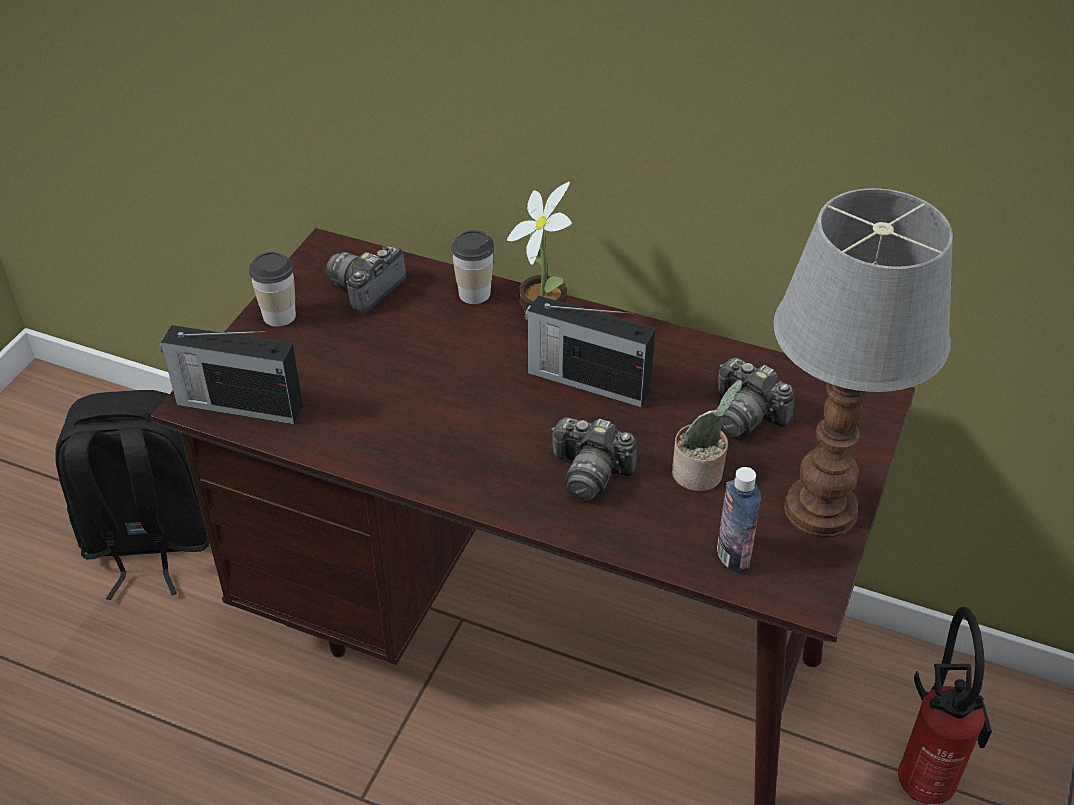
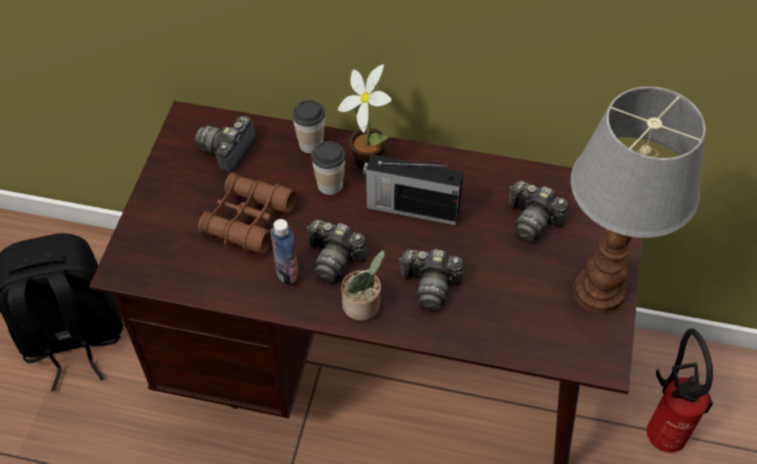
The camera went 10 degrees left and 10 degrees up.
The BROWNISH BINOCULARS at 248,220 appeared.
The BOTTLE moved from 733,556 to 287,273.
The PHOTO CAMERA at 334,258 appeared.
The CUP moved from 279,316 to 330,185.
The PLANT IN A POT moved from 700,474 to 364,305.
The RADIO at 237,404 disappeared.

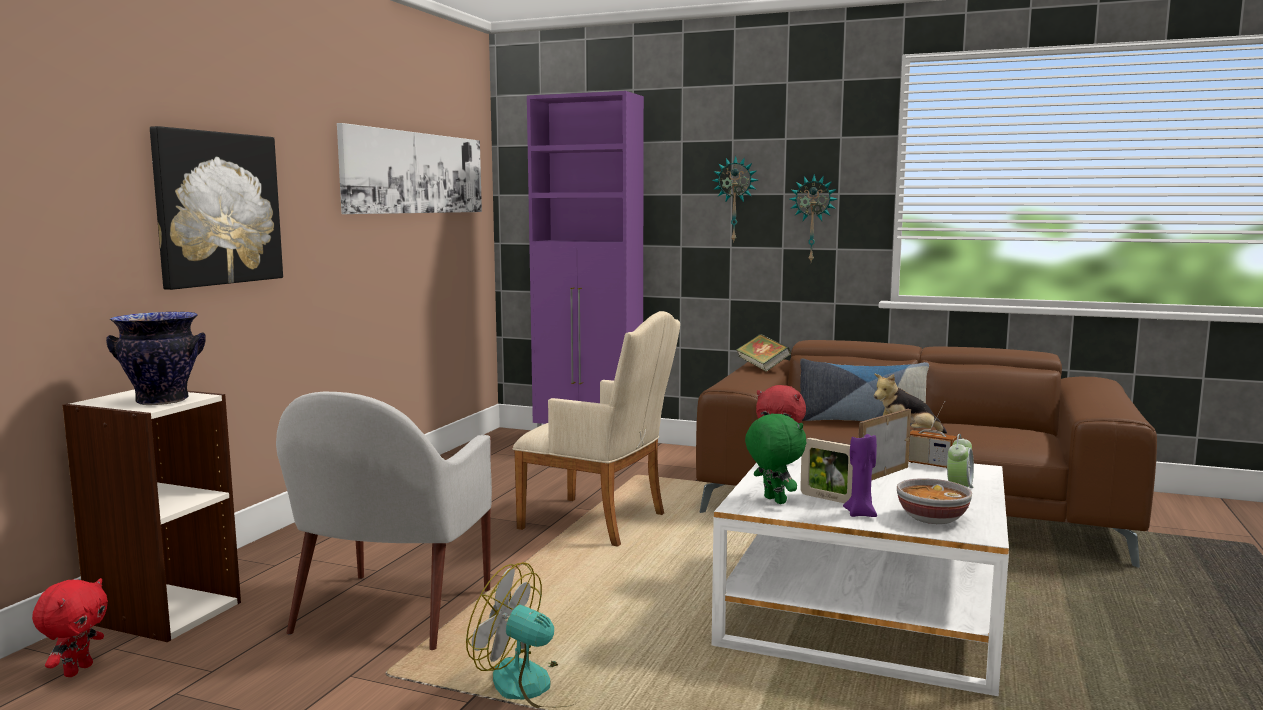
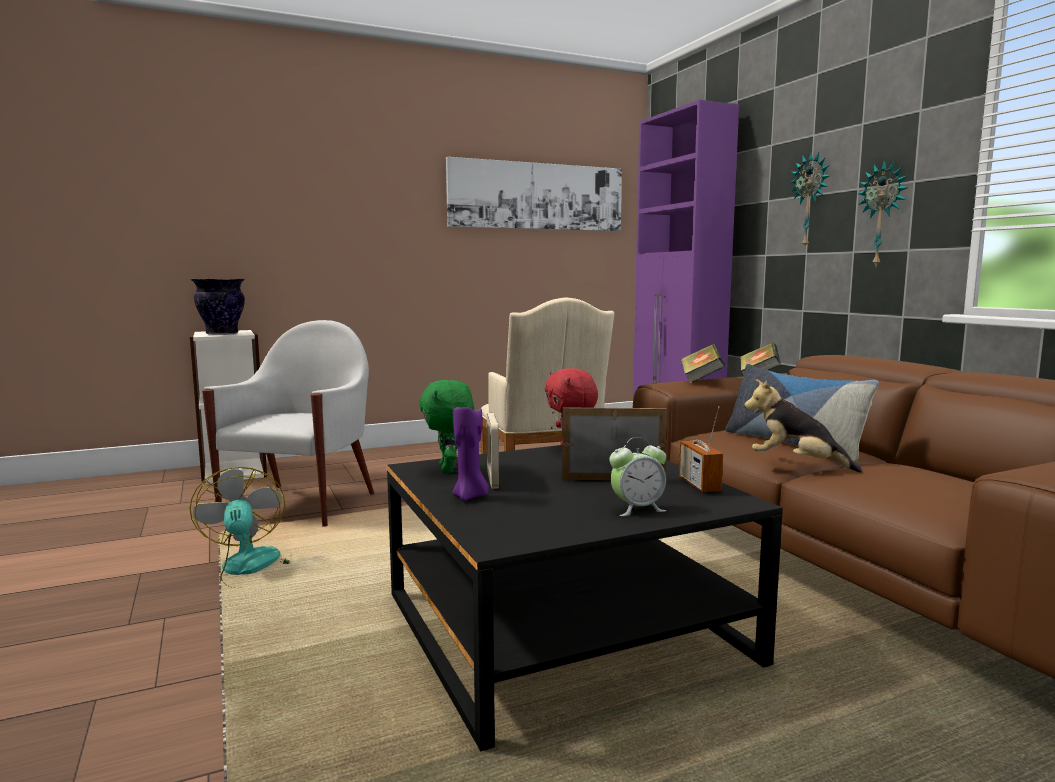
The camera went 45 degrees right and 0 degrees up.
The WHITE ARMCHAIR at 390,613 turned 135 degrees clockwise.
The WHITE COFFEE TABLE at 863,613 became the BLACK COFFEE TABLE at 563,628.
The GREEN-COLOURED SOFT TOY at 773,500 turned 150 degrees clockwise.
The BOOK at 701,380 appeared.
The RED-COLOURED SOFT TOY at 77,670 disappeared.
The WALL PICTURE at 217,208 disappeared.
The BOWL at 931,518 disappeared.

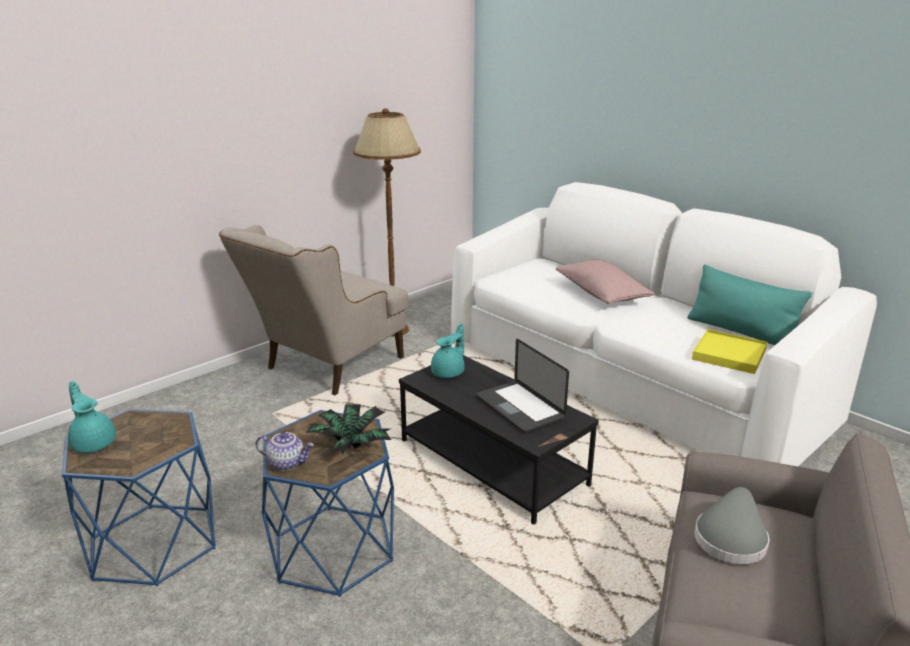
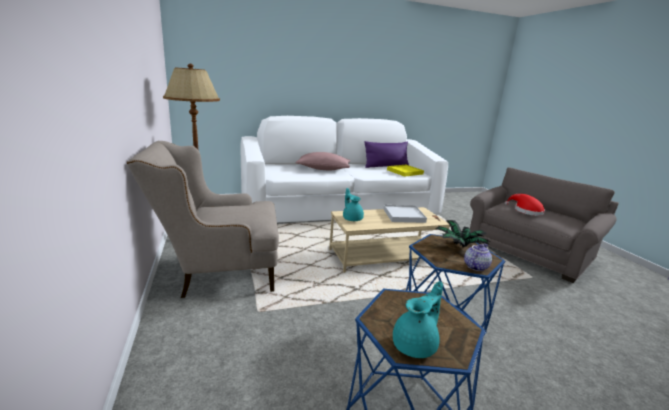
The camera went 65 degrees left and 5 degrees down.
The BEIGE-COLOURED ARMCHAIR at 326,368 turned 105 degrees clockwise.
The BLACK COFFEE TABLE at 493,462 became the BEIGE-COLOURED COFFEE TABLE at 385,256.
The TURQUOISE THROW PILLOW at 741,332 became the PURPLE-COLOURED THROW PILLOW at 386,166.
The NOTEBOOK COMPUTER at 519,408 was replaced by the WHITE TRAY at 404,215.
The TURQUOISE TEAPOT at 94,443 turned 150 degrees clockwise.
The GREY HAT at 730,537 became the RED-COLOURED HAT at 526,211.

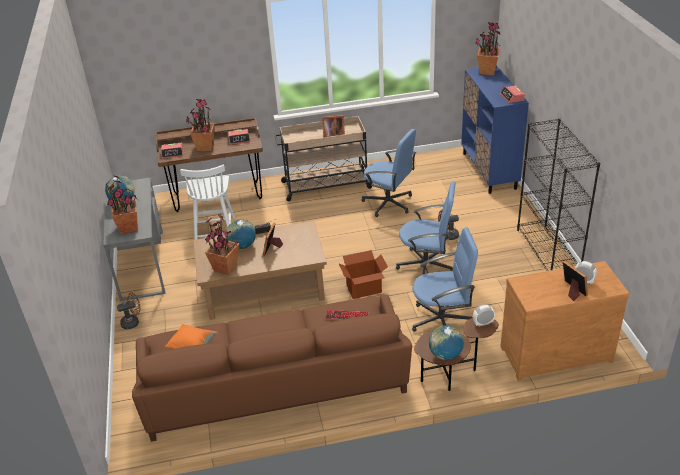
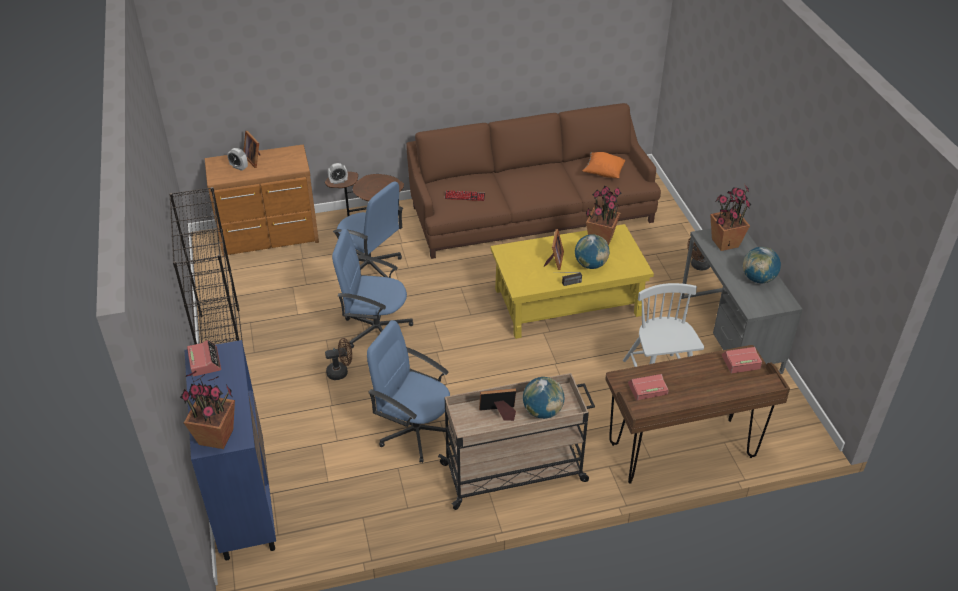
The camera went 175 degrees right and 5 degrees up.
The BLUE-COLOURED COMPUTER CHAIR at 442,320 turned 135 degrees counterclockwise.
The BROWNISH COFFEE TABLE at 263,289 became the YELLOWISH COFFEE TABLE at 567,301.
The DESK GLOBE moved from 445,355 to 542,411.
The PLANT IN A POT at 205,147 disappeared.
The CARTON at 364,289 disappeared.

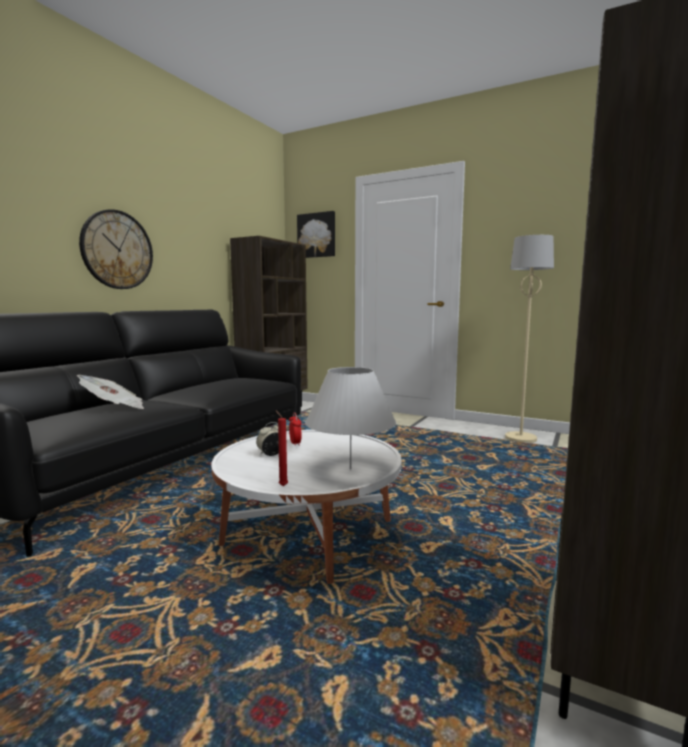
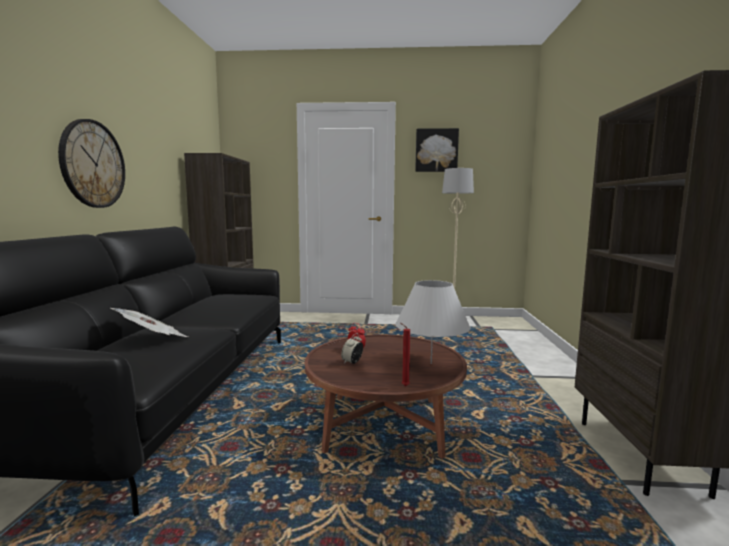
The camera went 25 degrees left and 0 degrees up.
The WHITE COFFEE TABLE at 309,533 became the BROWNISH COFFEE TABLE at 384,425.
The WALL PICTURE moved from 317,235 to 436,150.

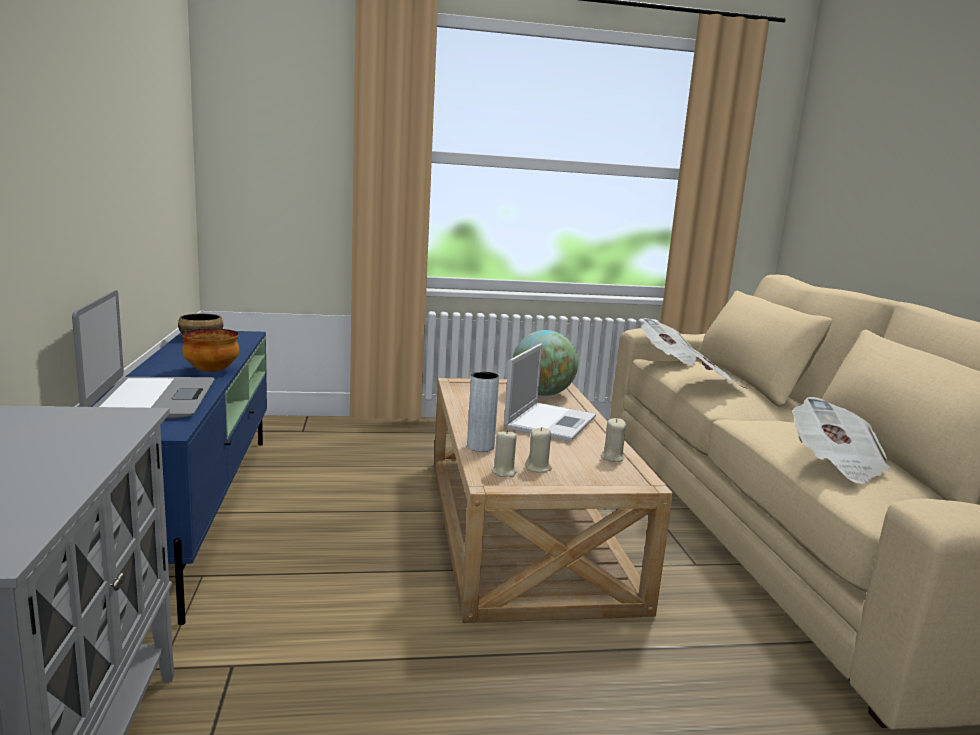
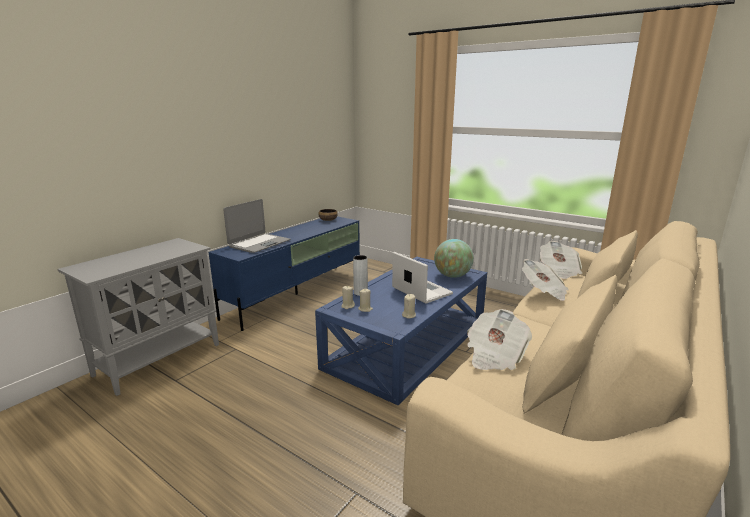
The camera went 45 degrees right and 5 degrees up.
The BEIGE-COLOURED COFFEE TABLE at 525,526 became the BLUE-COLOURED COFFEE TABLE at 409,344.
The NOTEBOOK COMPUTER at 551,421 turned 105 degrees counterclockwise.
The BOWL at 212,371 disappeared.

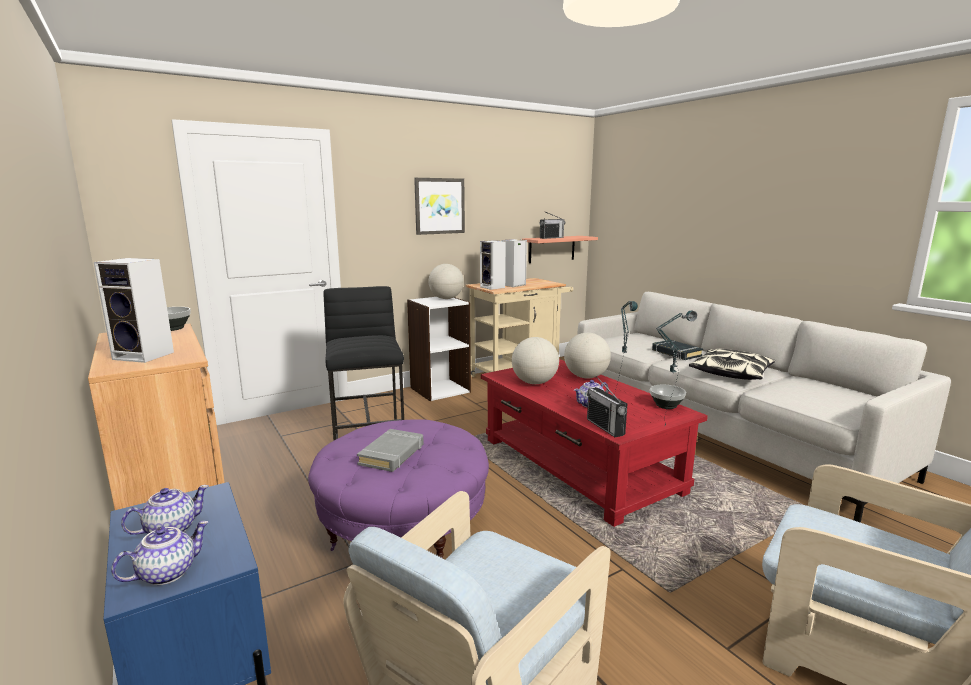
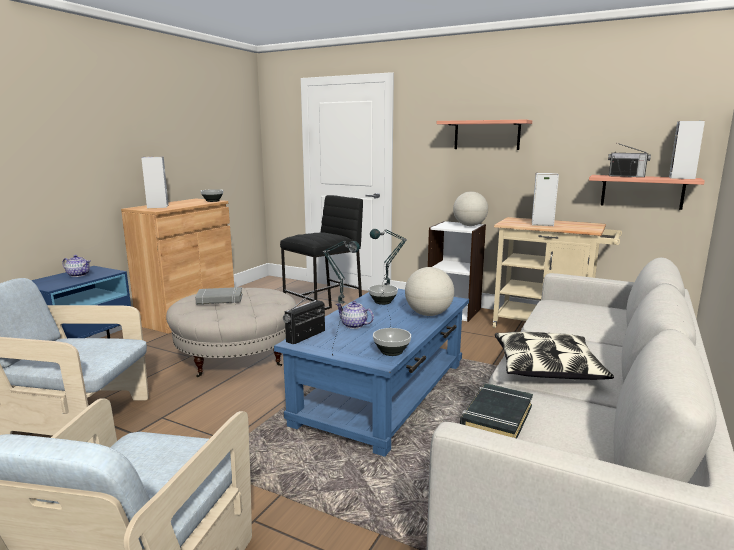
The camera went 60 degrees right and 0 degrees up.
The PURPLE-COLOURED FOOTREST at 403,524 became the BEIGE-COLOURED FOOTREST at 236,356.
The RED-COLOURED COFFEE TABLE at 579,465 became the BLUE-COLOURED COFFEE TABLE at 383,393.
The DESK GLOBE at 534,383 was replaced by the BOWL at 383,302.
The WALL PICTURE at 439,206 was replaced by the SHELF at 486,135.
The BLACK BOOK moved from 676,353 to 496,418.
The AUDIO SPEAKER moved from 493,287 to 682,178.
The TEAPOT at 167,572 disappeared.

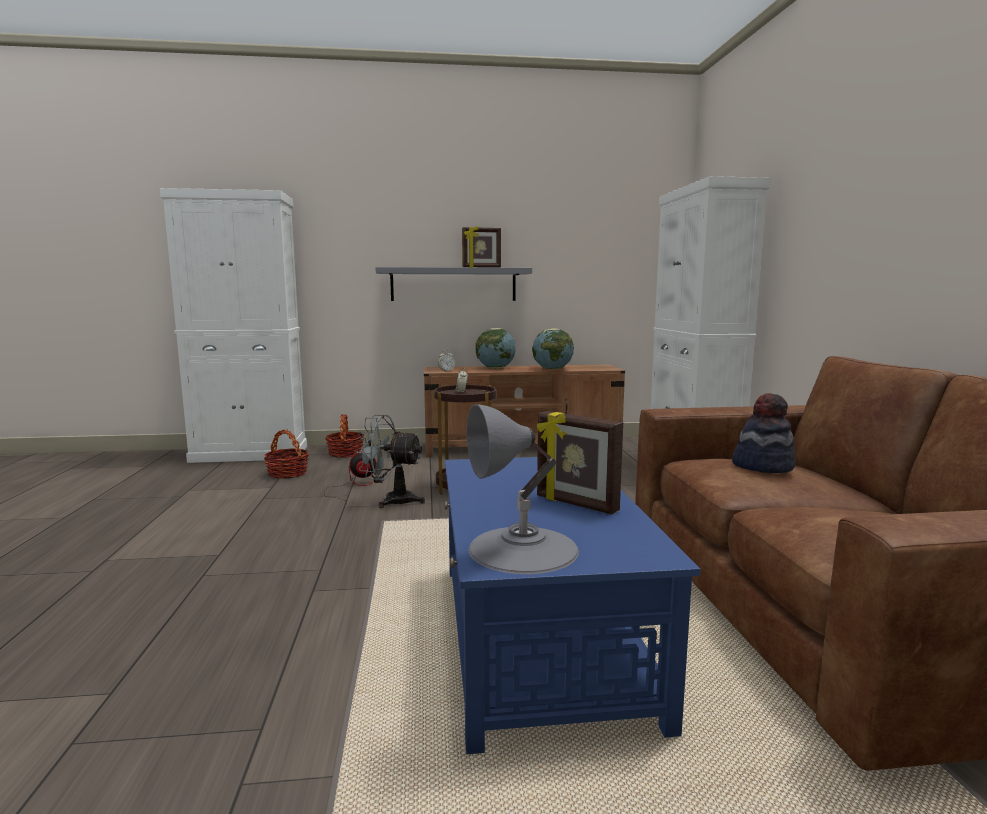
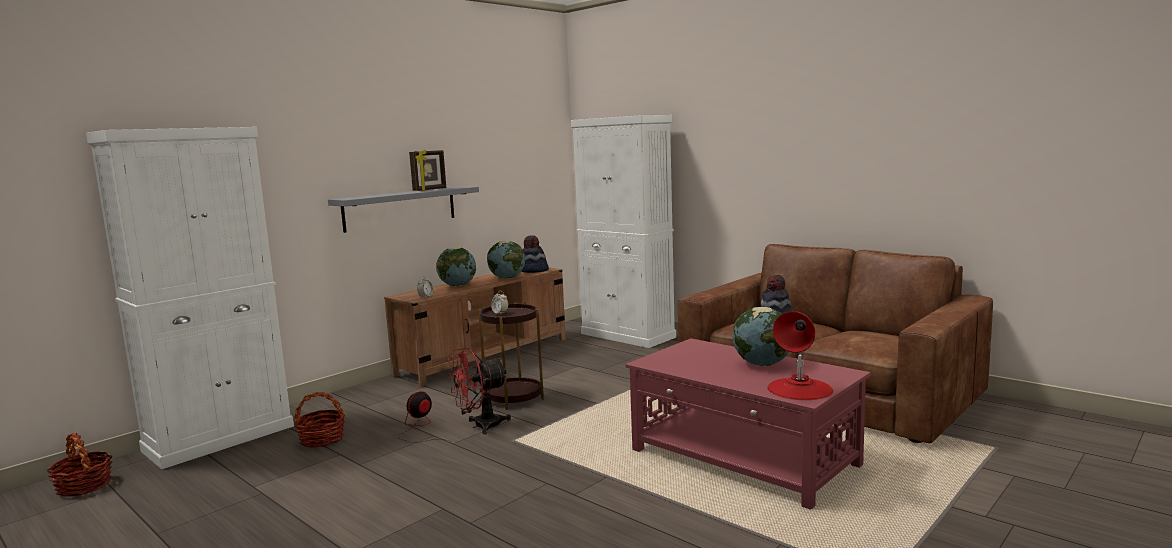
The camera went 40 degrees left and 0 degrees up.
The BASKET moved from 345,453 to 84,486.
The GREY ELECTRIC FAN at 391,500 became the RED-COLOURED ELECTRIC FAN at 480,426.
The HAT at 534,271 appeared.
The BLUE-COLOURED COFFEE TABLE at 538,638 became the RED-COLOURED COFFEE TABLE at 744,458.
The PHOTO FRAME at 576,504 was replaced by the DESK GLOBE at 762,364.
The GREY TABLETOP LAMP at 523,549 became the RED-COLOURED TABLETOP LAMP at 800,389.

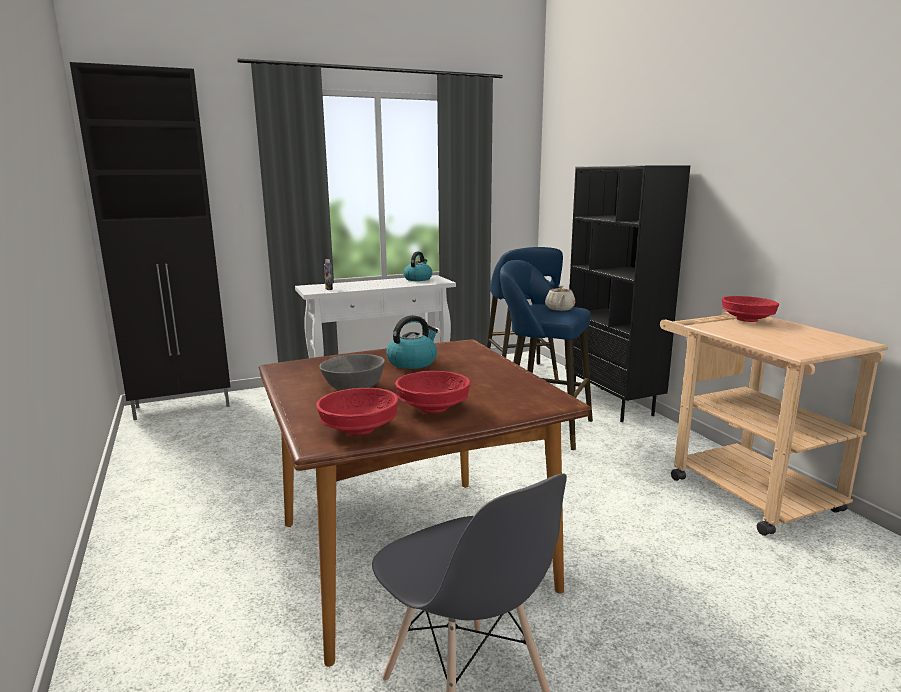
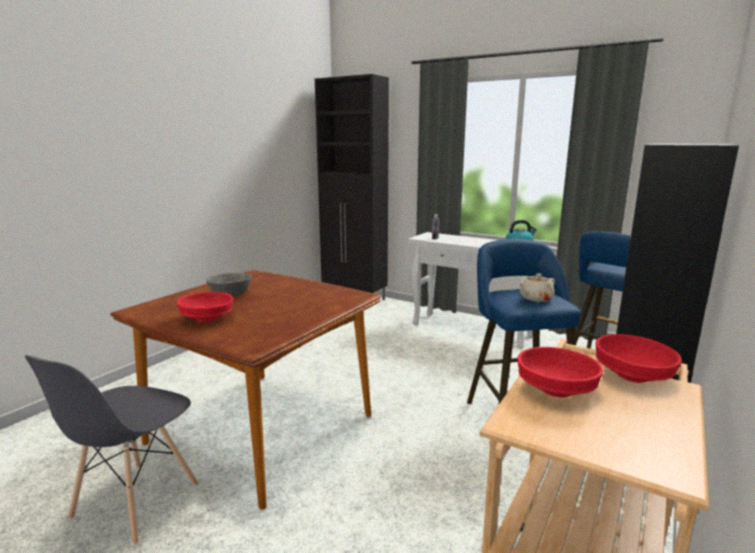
The camera went 55 degrees right and 0 degrees up.
The RED-COLOURED BOWL moved from 360,429 to 557,390.
The TEA KETTLE at 412,362 disappeared.

